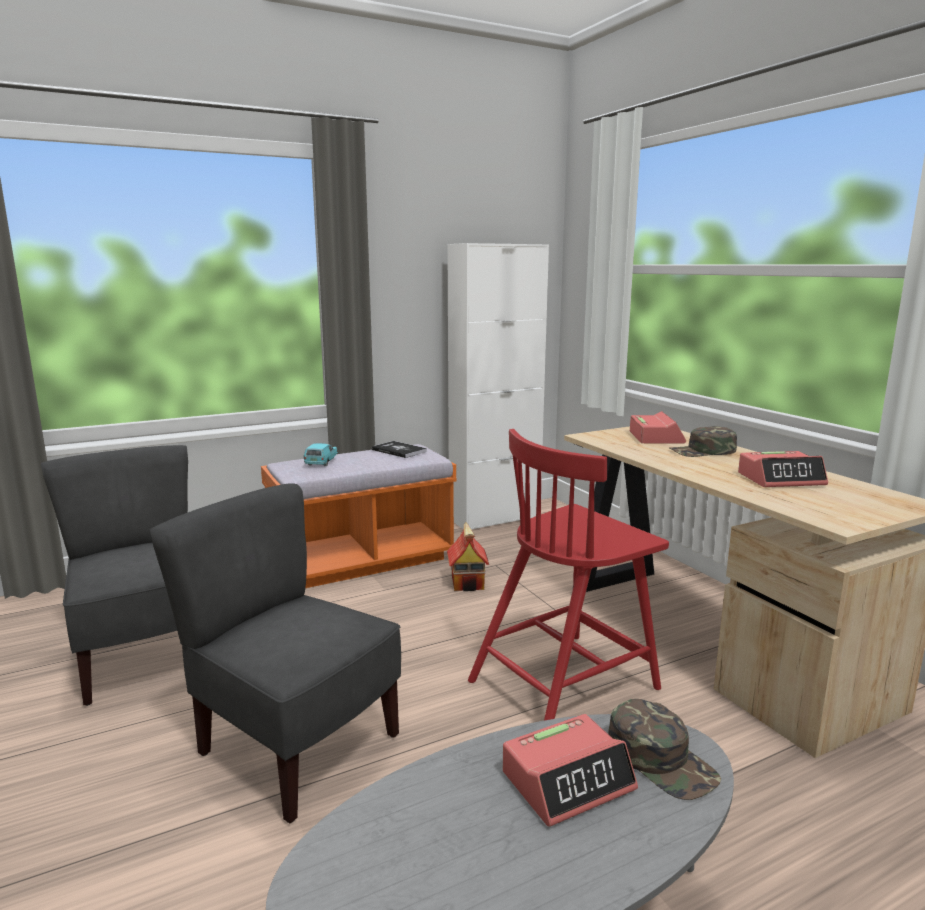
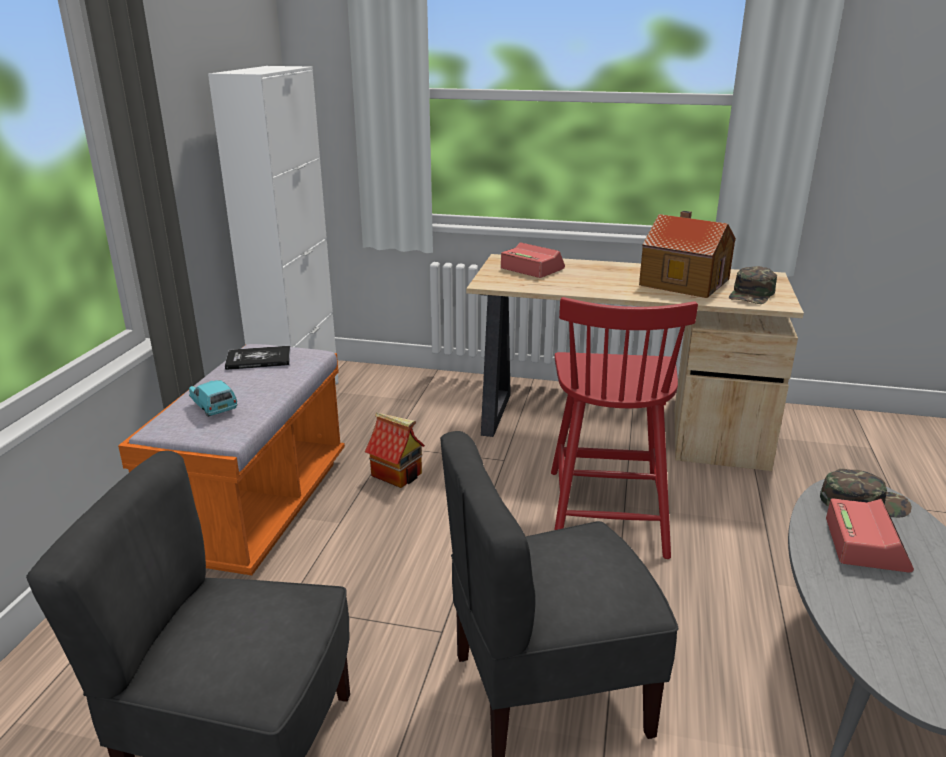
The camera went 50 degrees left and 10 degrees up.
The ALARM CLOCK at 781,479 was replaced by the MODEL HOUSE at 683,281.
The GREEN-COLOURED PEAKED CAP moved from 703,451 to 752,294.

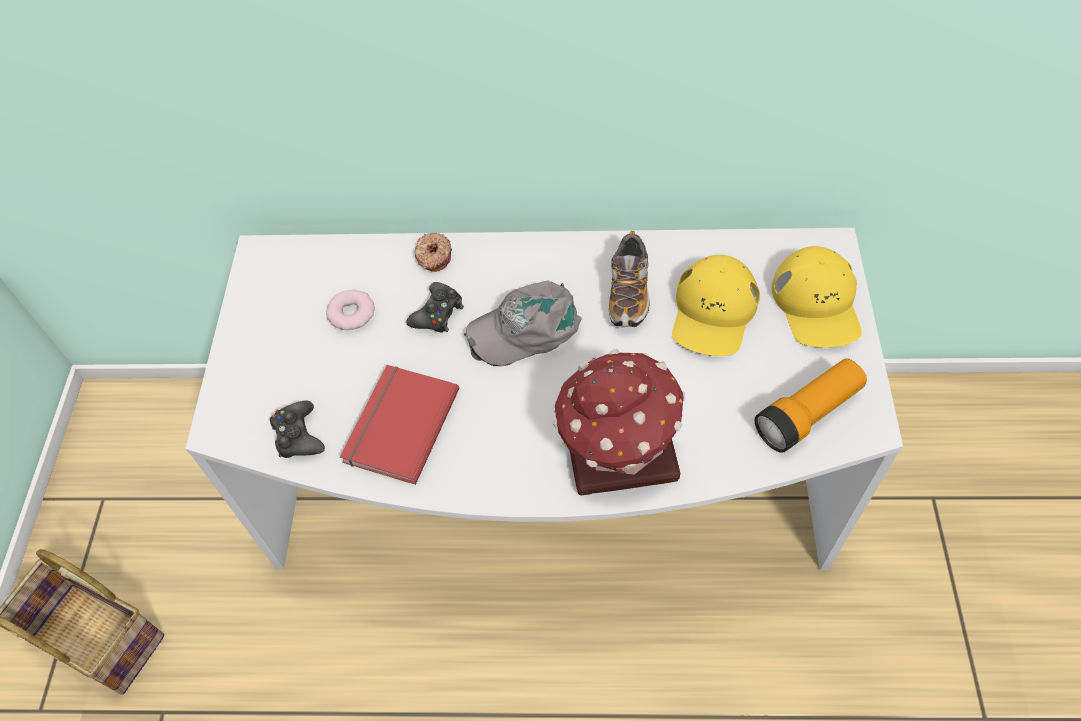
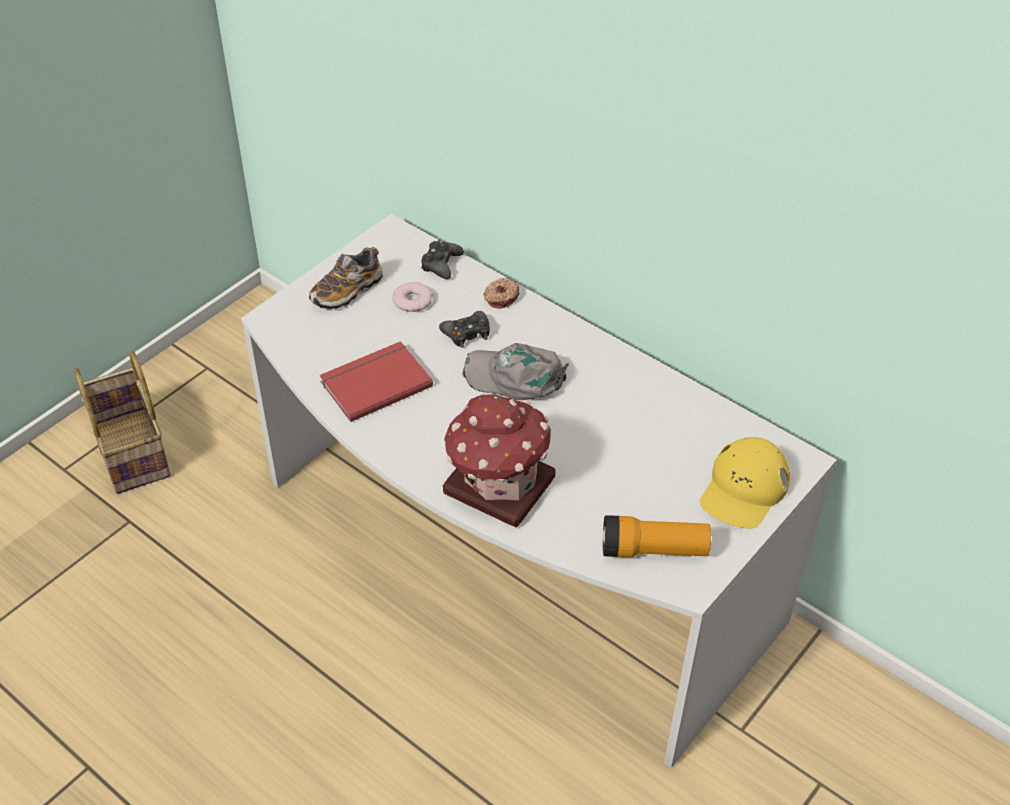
The camera went 35 degrees right and 10 degrees down.
The SHOE moved from 628,293 to 347,291.
The BLACK JOYPAD moved from 298,435 to 441,264.
The YELLOWISH PEAKED CAP at 713,312 disappeared.

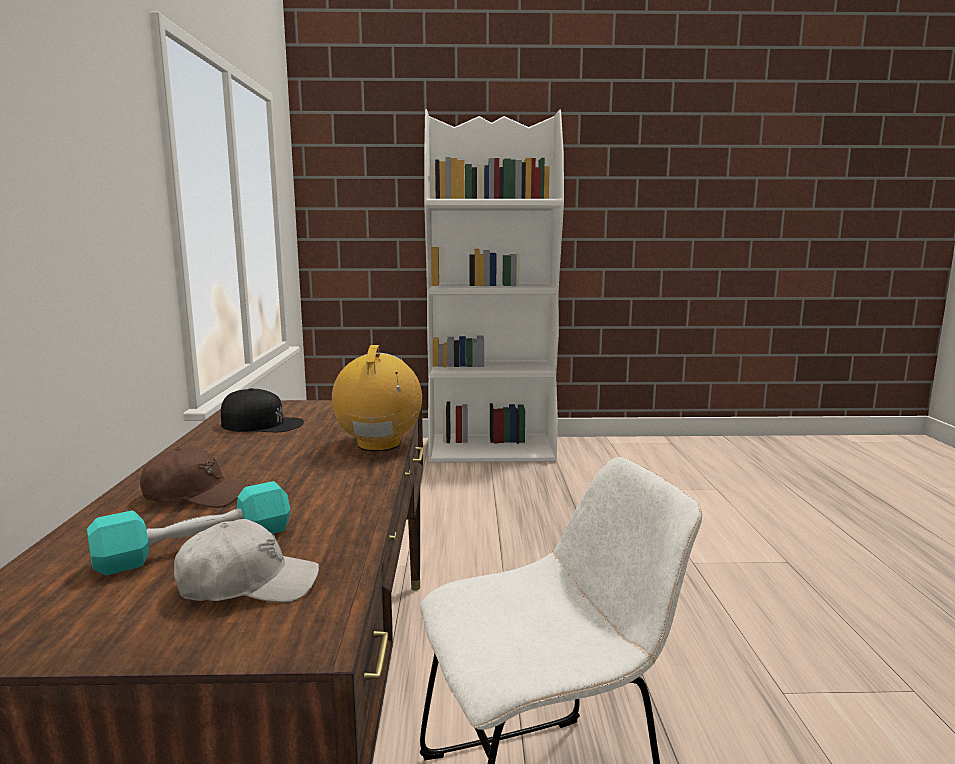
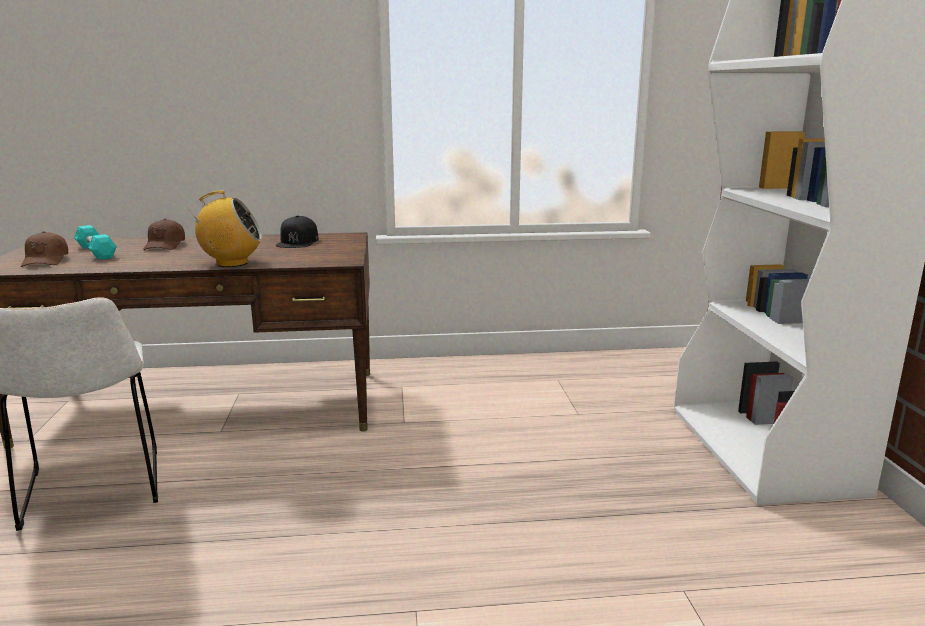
The camera went 85 degrees right and 5 degrees up.
The WHITE PEAKED CAP at 248,584 became the BROWNISH PEAKED CAP at 46,260.

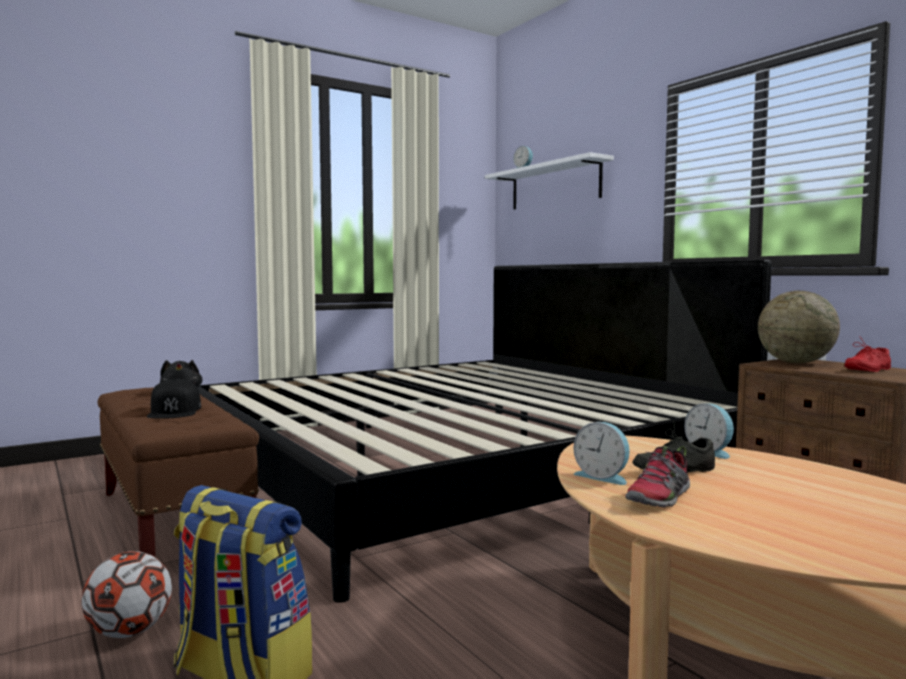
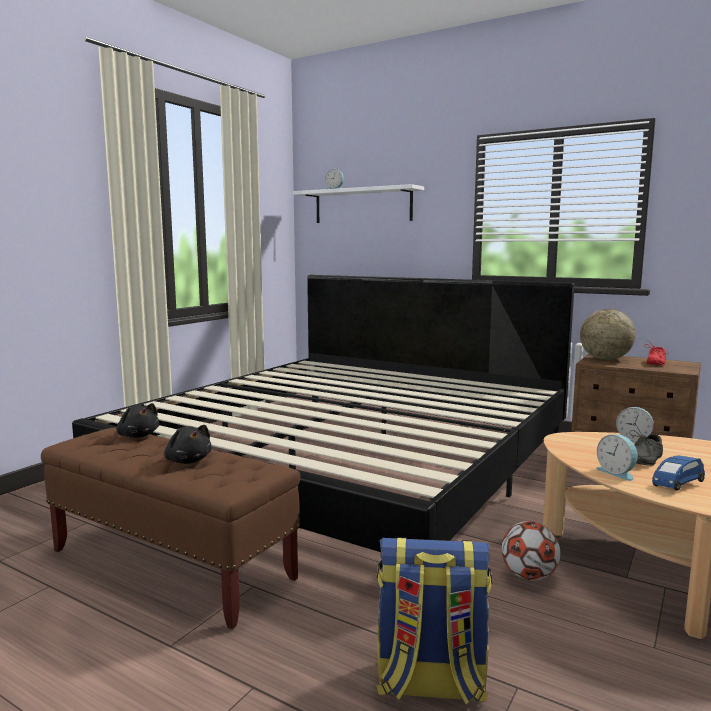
The camera went 25 degrees left and 5 degrees up.
The BLACK PEAKED CAP at 174,411 was replaced by the BLACK SOFT TOY at 188,461.
The FOOTBALL BALL moved from 129,632 to 528,576.
The ALARM CLOCK at 603,476 turned 45 degrees clockwise.
The SHOE at 660,498 was replaced by the BLUE-COLOURED TOY CAR at 676,485.

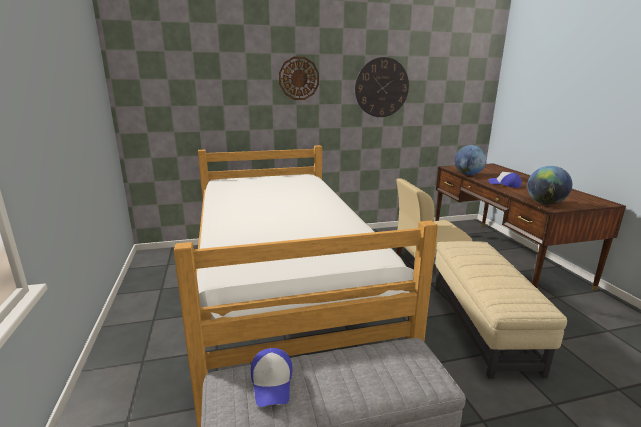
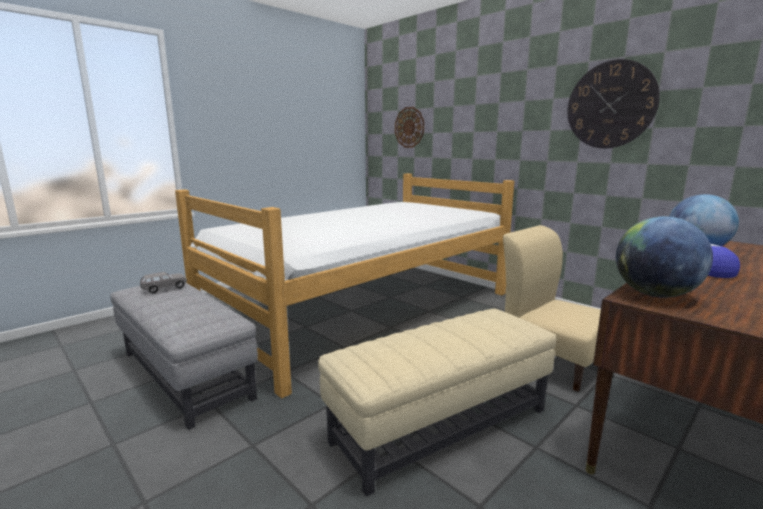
The camera went 60 degrees right and 5 degrees down.
The PEAKED CAP at 272,383 was replaced by the GREY TOY CAR at 164,288.
The WALL CLOCK moved from 299,78 to 409,127.

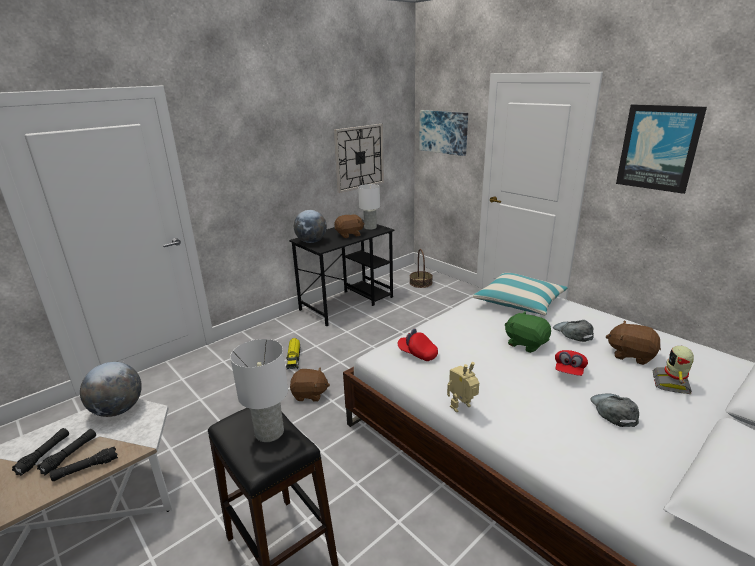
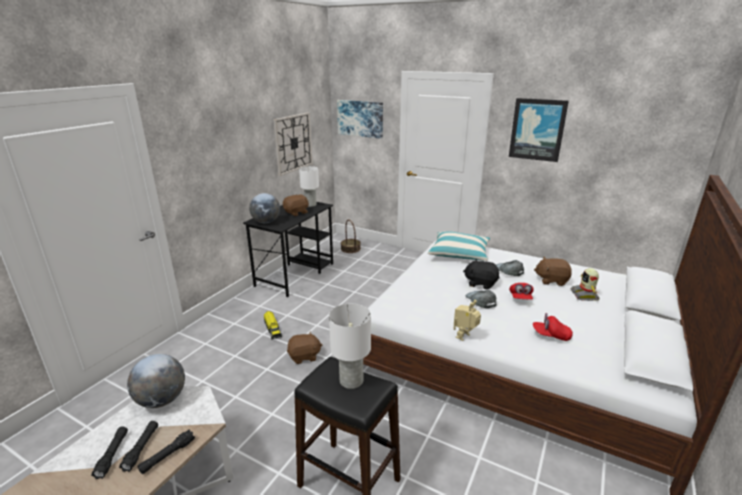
The camera went 20 degrees left and 0 degrees up.
The GREEN-COLOURED SOFT TOY at 526,343 became the BLACK SOFT TOY at 480,283.
The GREY PEAKED CAP moved from 613,411 to 481,300.
The RED-COLOURED PEAKED CAP moved from 417,354 to 551,335.

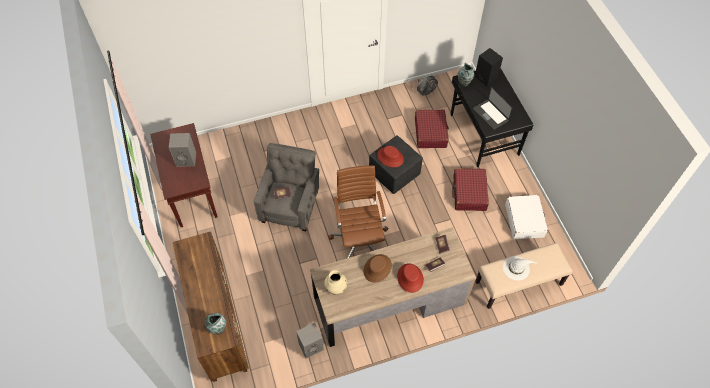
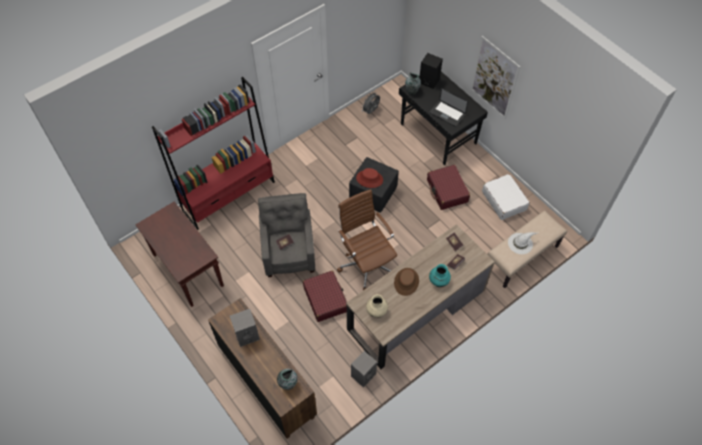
The camera went 20 degrees left and 0 degrees up.
The RED-COLOURED BOOKCASE at 229,195 appeared.
The GREY AUDIO SPEAKER moved from 186,159 to 247,334.
The RED-COLOURED TRAVEL CASE moved from 430,133 to 325,299.
The RED-COLOURED HAT at 410,278 was replaced by the TURQUOISE DECORATIVE VASE at 438,281.
The WALL PICTURE at 494,78 appeared.

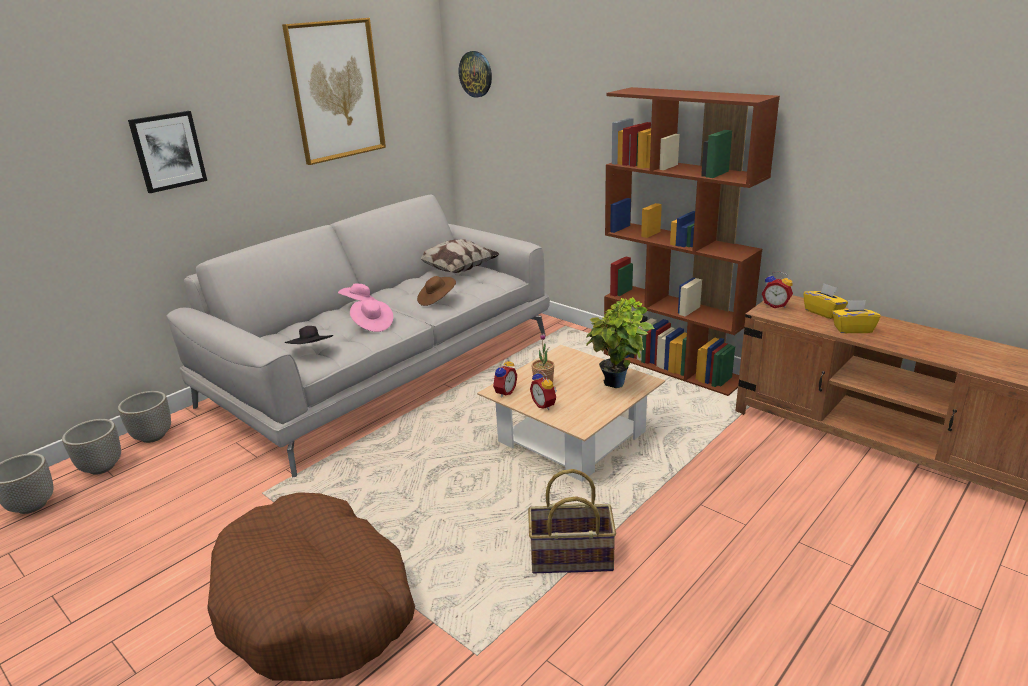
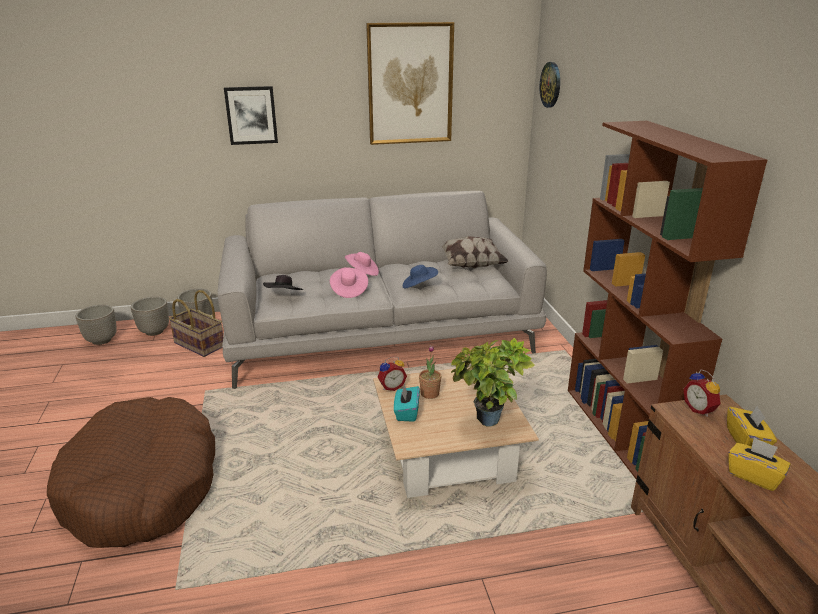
The camera went 35 degrees right and 0 degrees up.
The BASKET moved from 571,558 to 198,345.
The ALARM CLOCK at 545,405 was replaced by the TURQUOISE BOX OF TISSUES at 406,412.
The BROWNISH HAT at 436,300 became the BLUE-COLOURED HAT at 419,286.

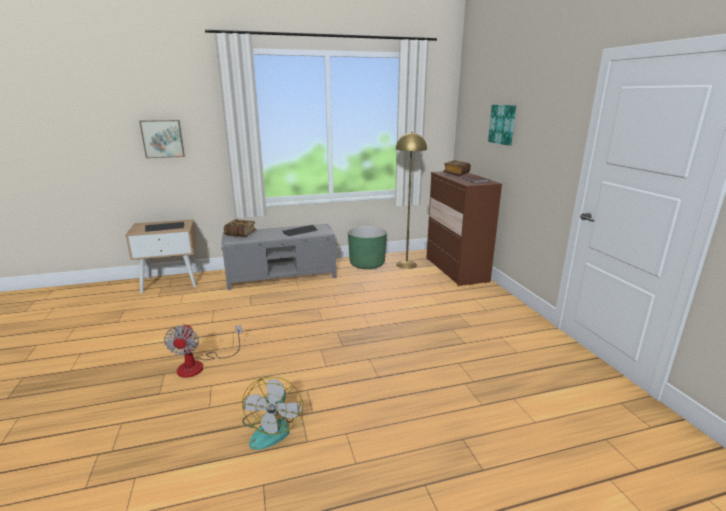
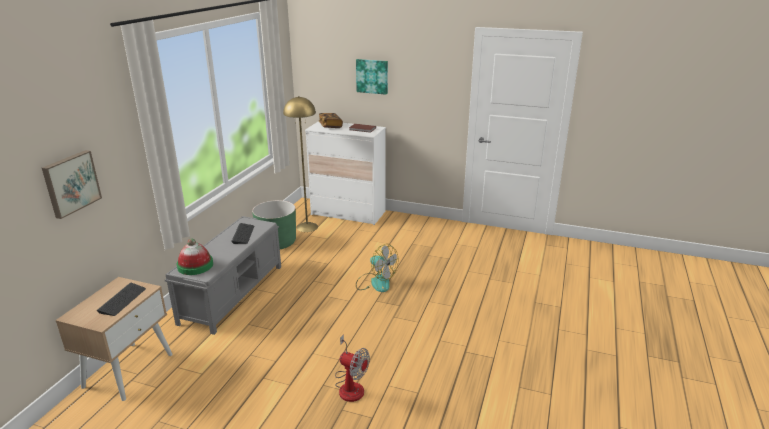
The camera went 55 degrees left and 5 degrees up.
The BOOK at 240,234 was replaced by the HAT at 195,266.
The BROWNISH DRAWER CHEST at 456,270 became the WHITE DRAWER CHEST at 348,213.
The ELECTRIC FAN moved from 272,427 to 375,282.

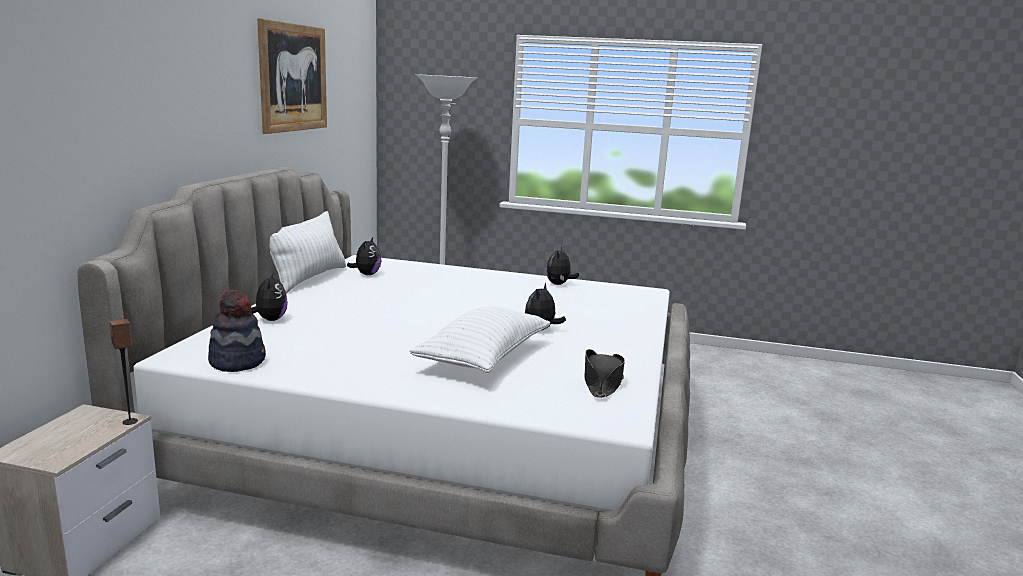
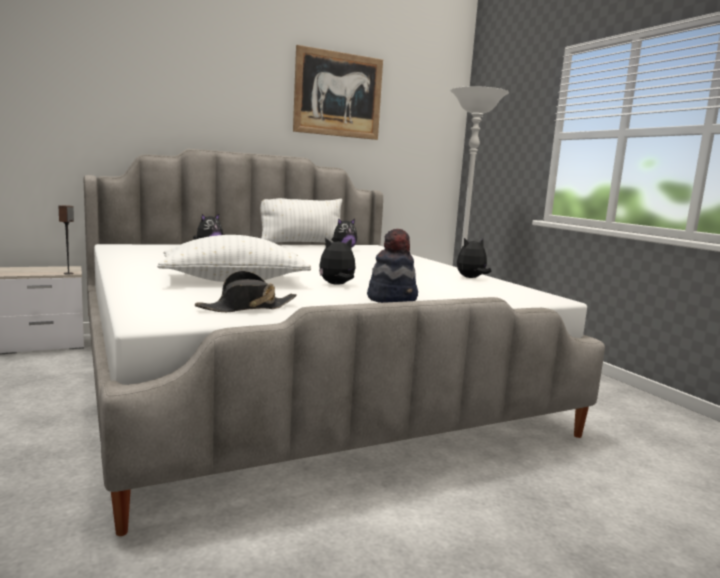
The camera went 50 degrees right and 5 degrees down.
The HAT moved from 238,361 to 392,299.

